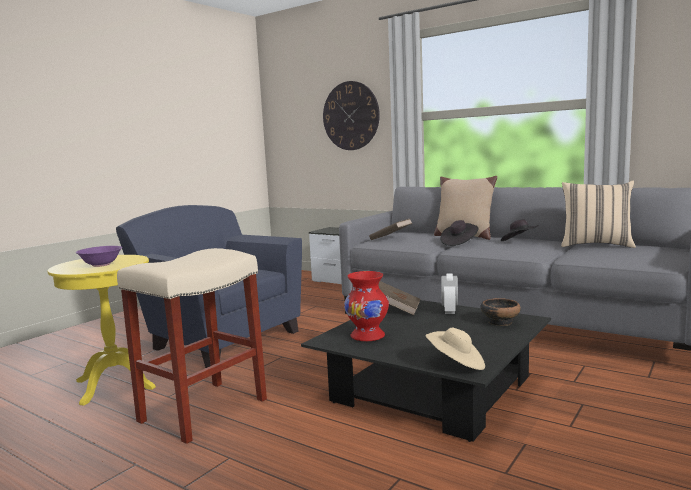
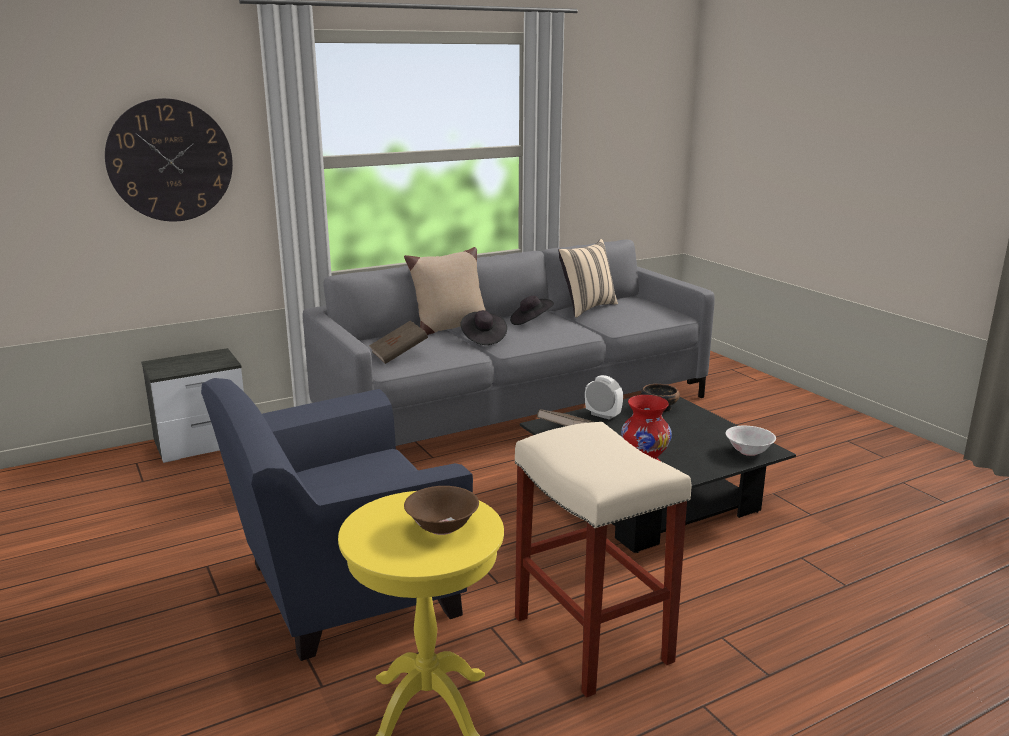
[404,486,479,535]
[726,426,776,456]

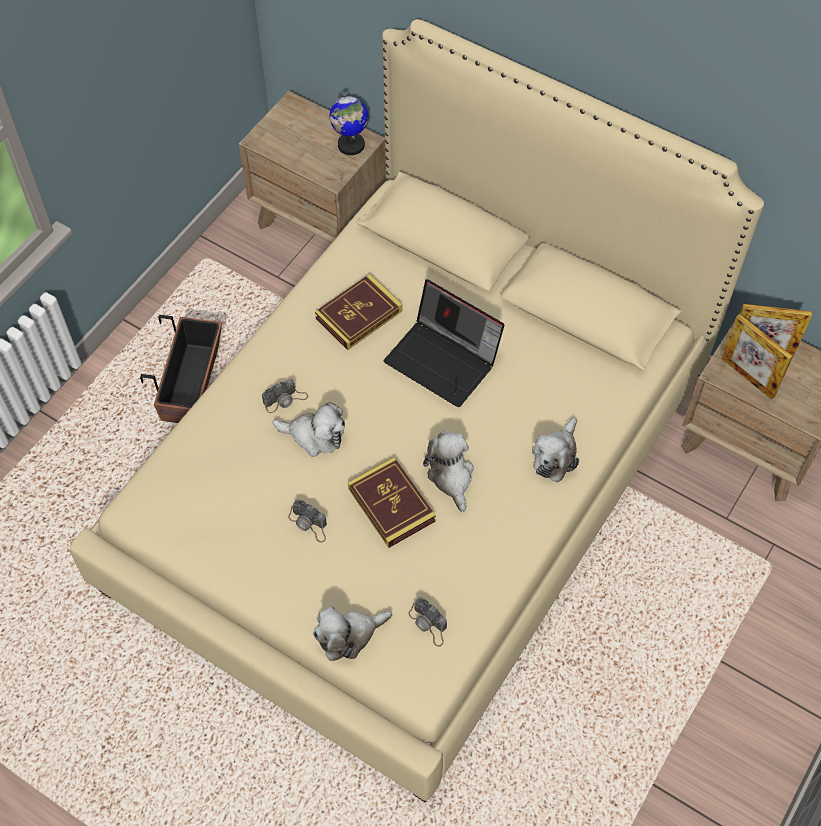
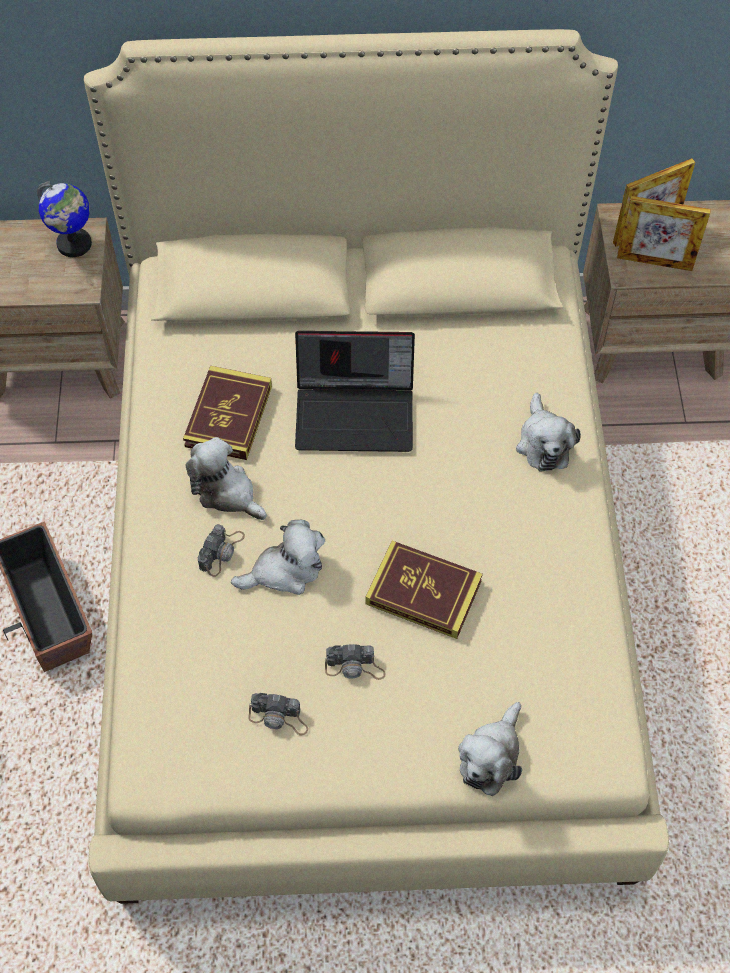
[185,437,267,520]
[248,693,308,735]

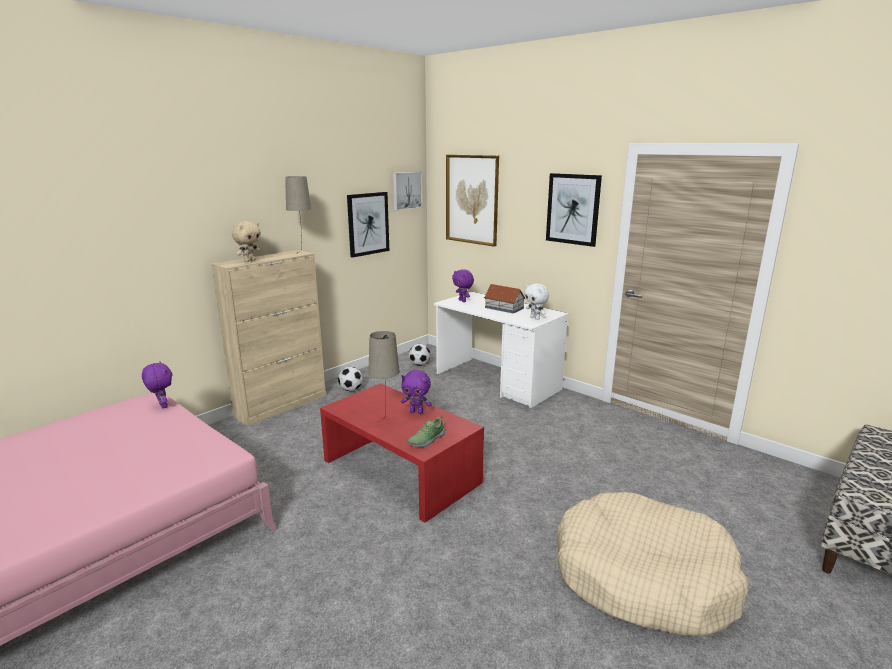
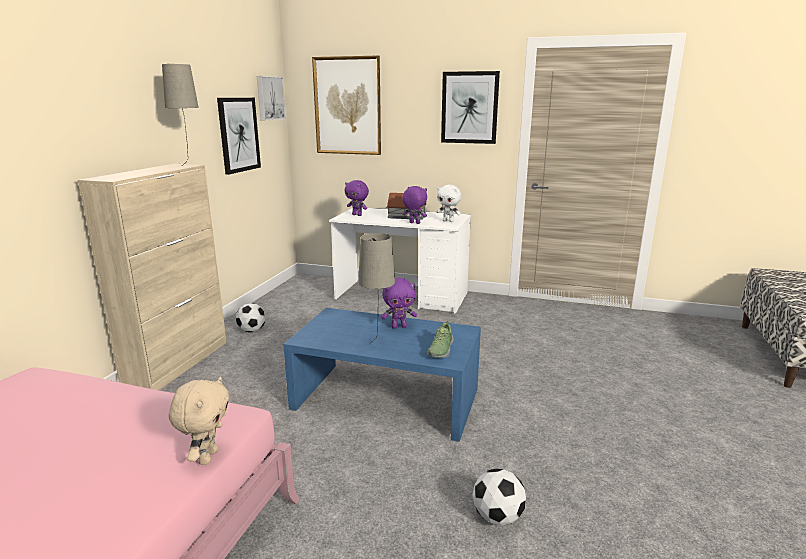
[169,377,229,465]
[283,308,481,442]
[402,186,427,224]
[473,469,526,526]
[557,492,748,637] (first image)

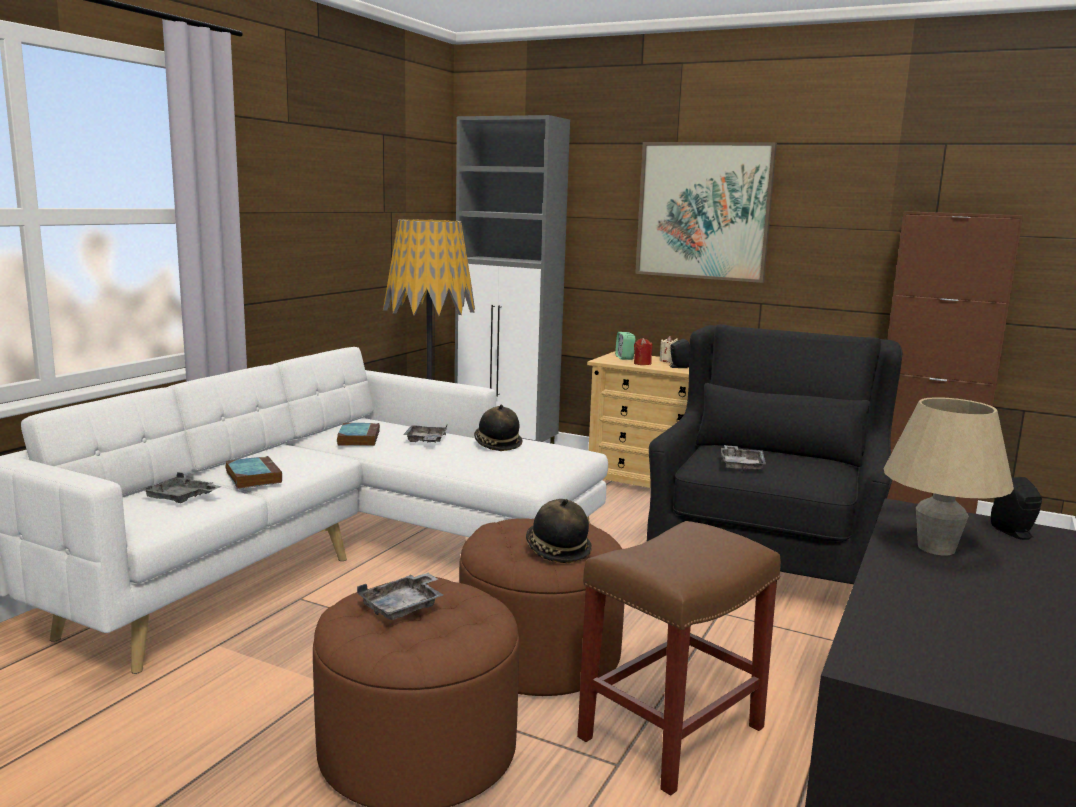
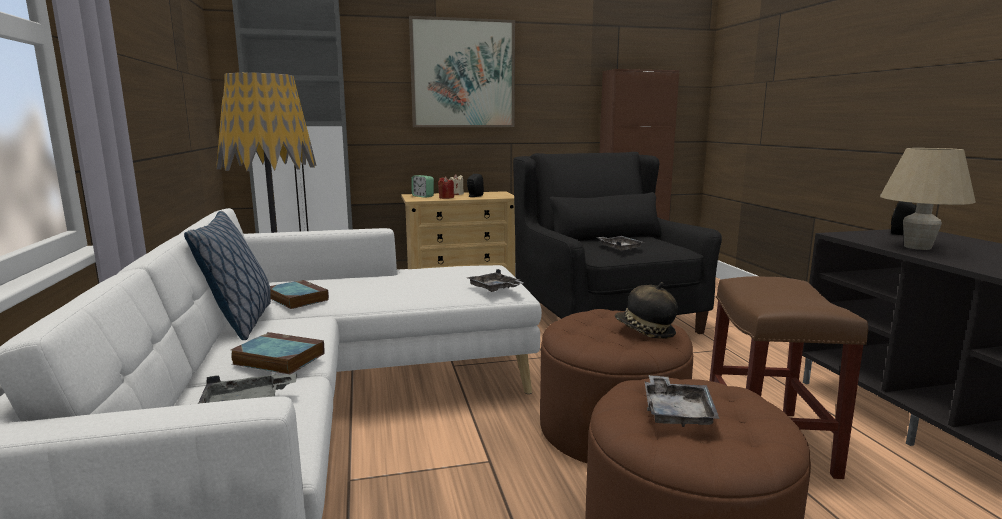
[184,211,271,340]
[467,269,524,292]
[474,405,523,451] (first image)

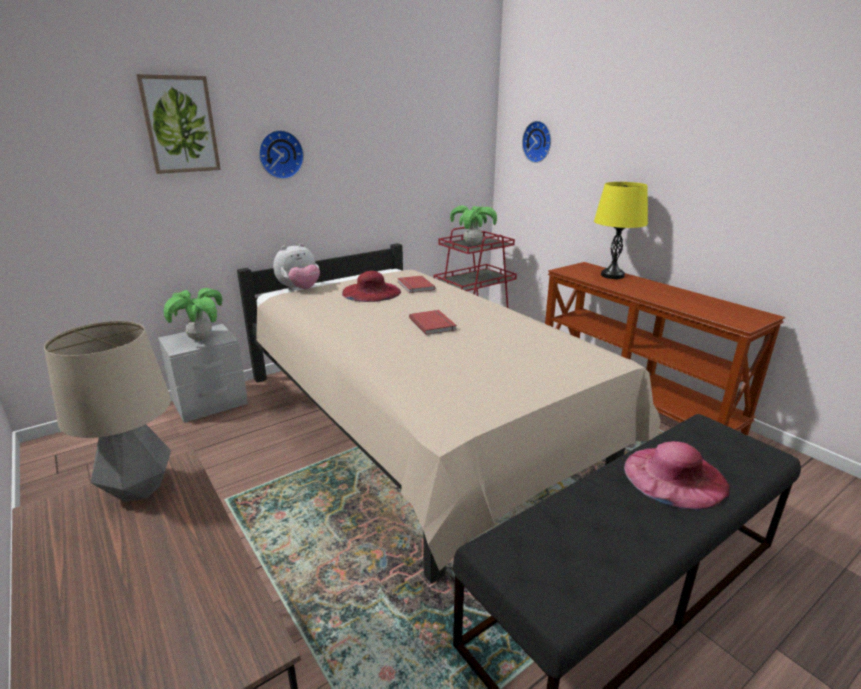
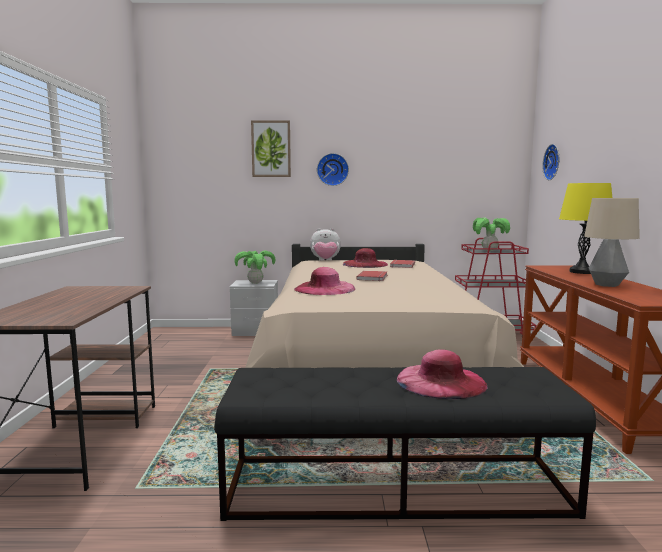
[294,267,355,295]
[584,198,640,287]

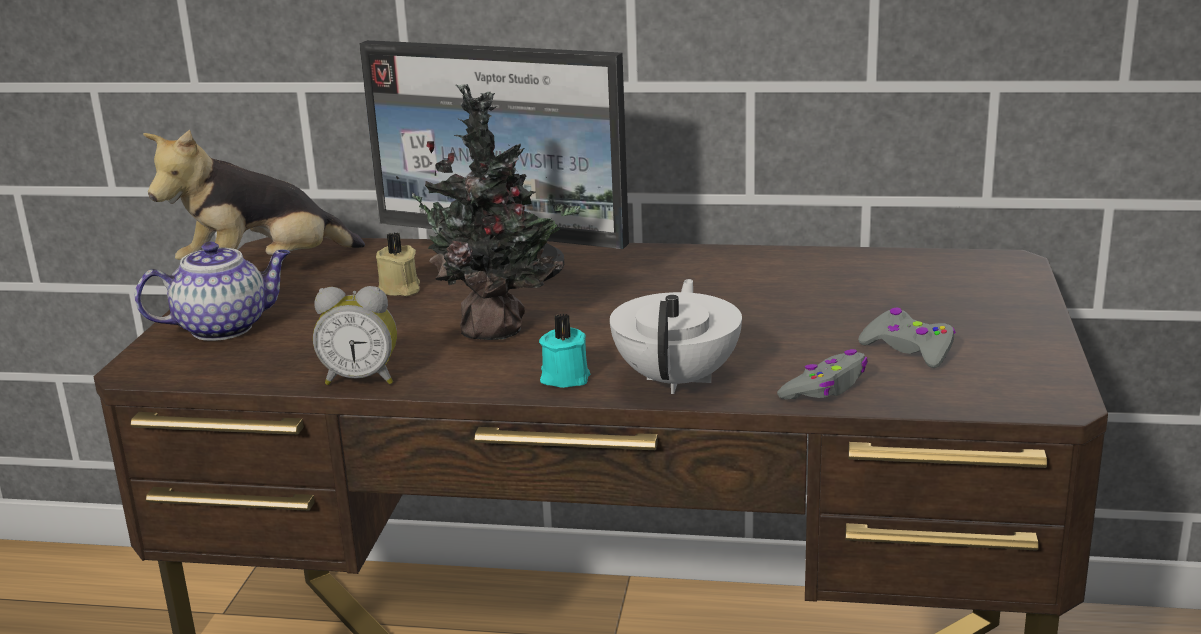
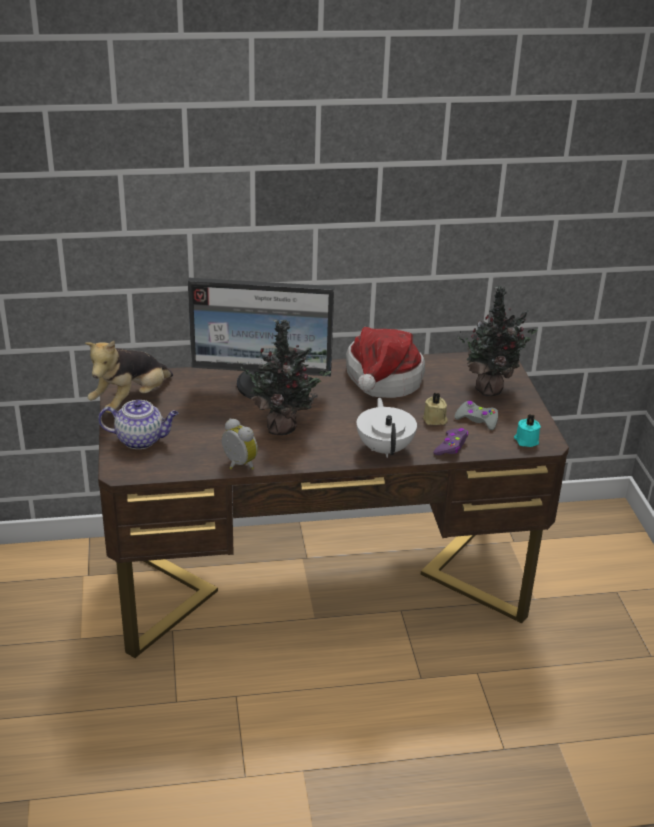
[98,400,178,449]
[222,418,258,470]
[346,327,425,398]
[423,392,448,425]
[434,428,468,455]
[457,286,538,396]
[514,414,541,447]

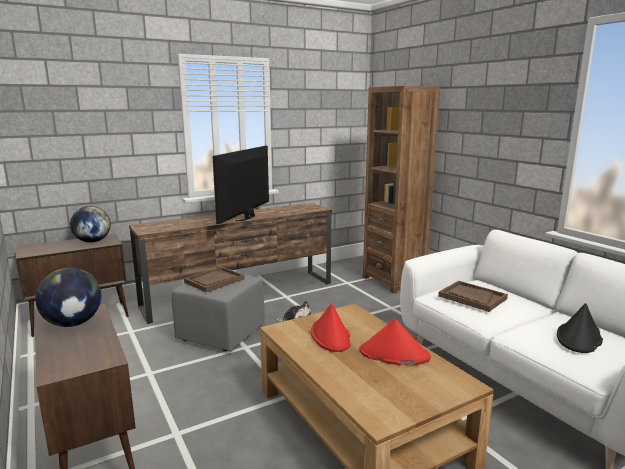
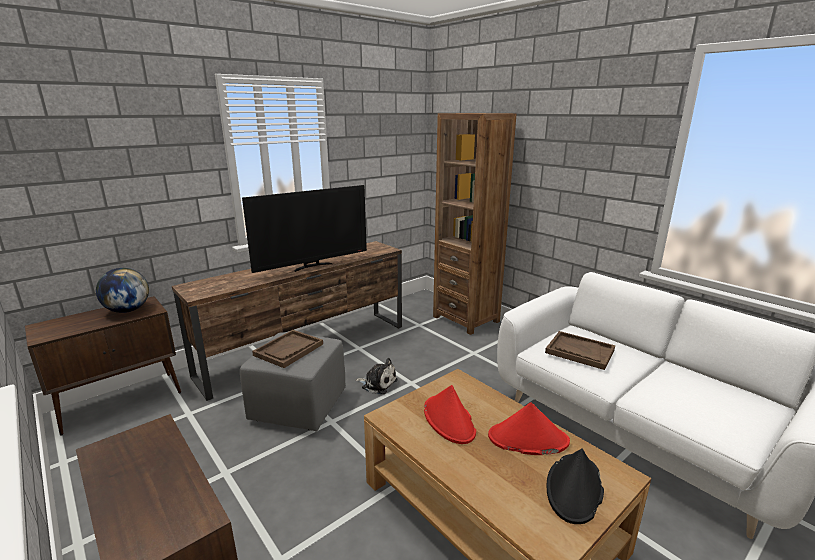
[242,185,367,273]
[547,448,604,524]
[35,268,101,327] (first image)

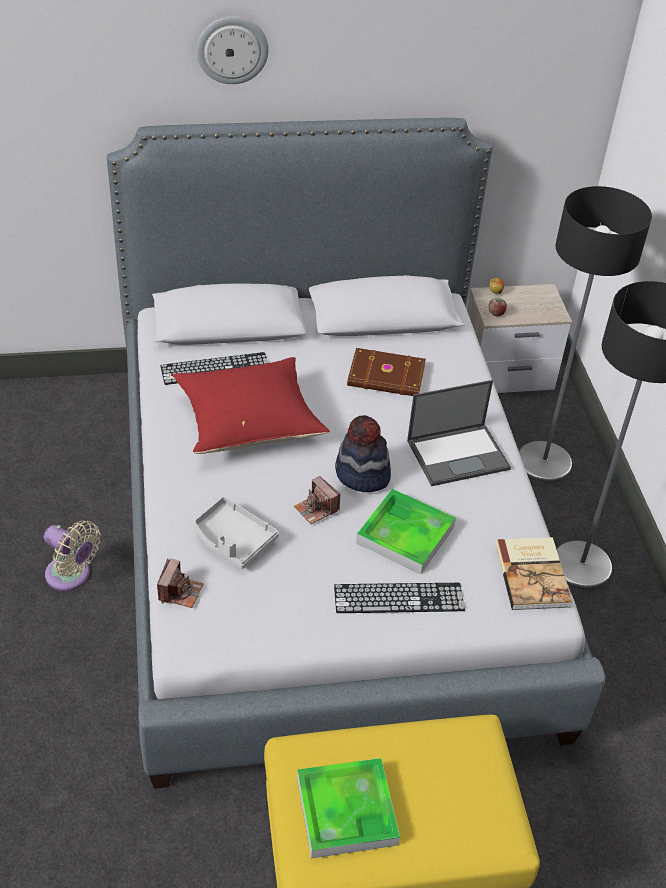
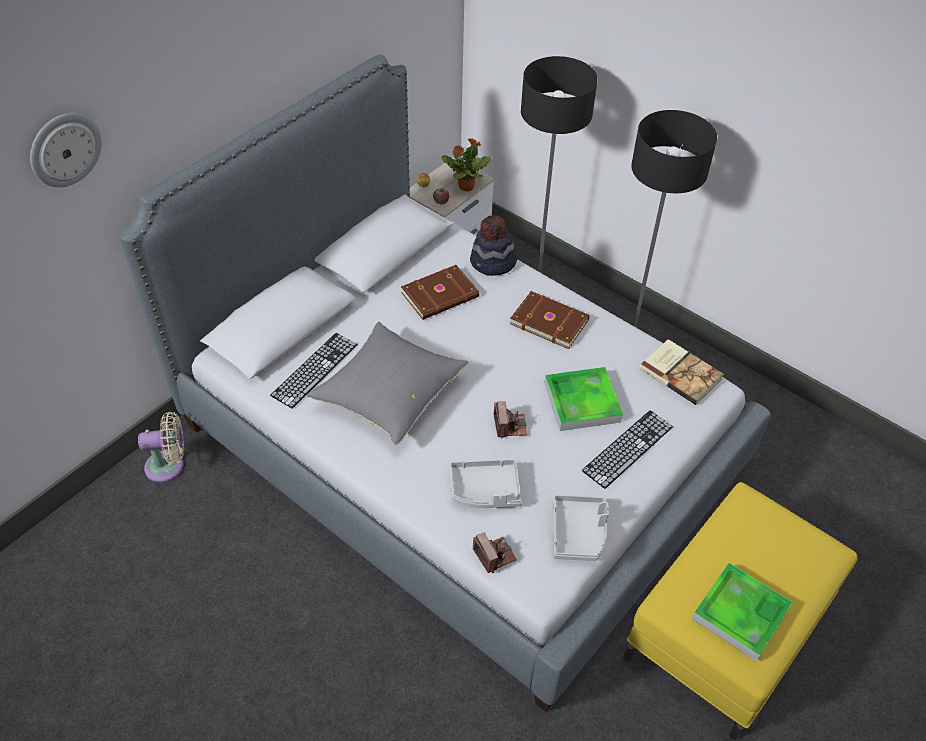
[30,113,102,187]
[138,412,184,483]
[307,322,468,445]
[442,138,492,192]
[470,215,517,276]
[494,401,527,439]
[510,291,590,349]
[553,495,609,561]

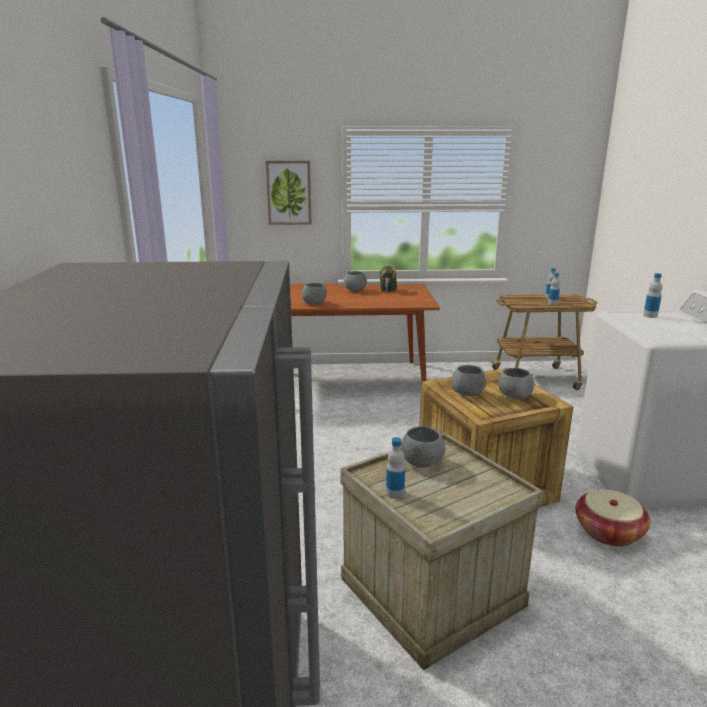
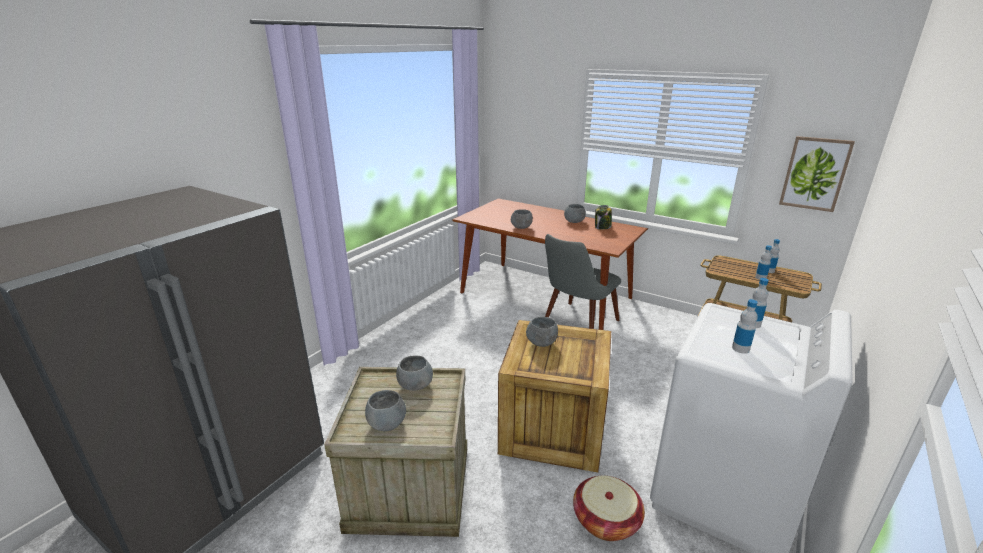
[365,390,406,431]
[545,234,621,329]
[732,299,758,354]
[779,136,855,212]

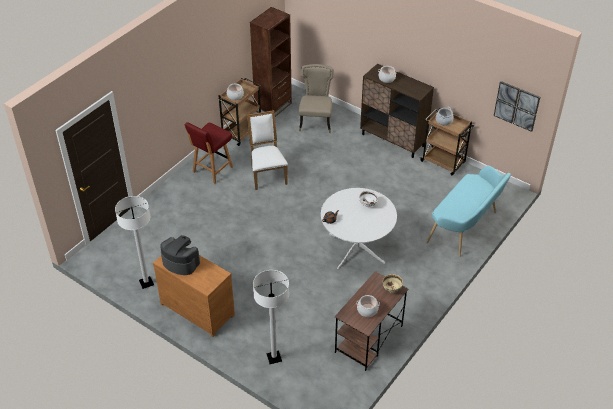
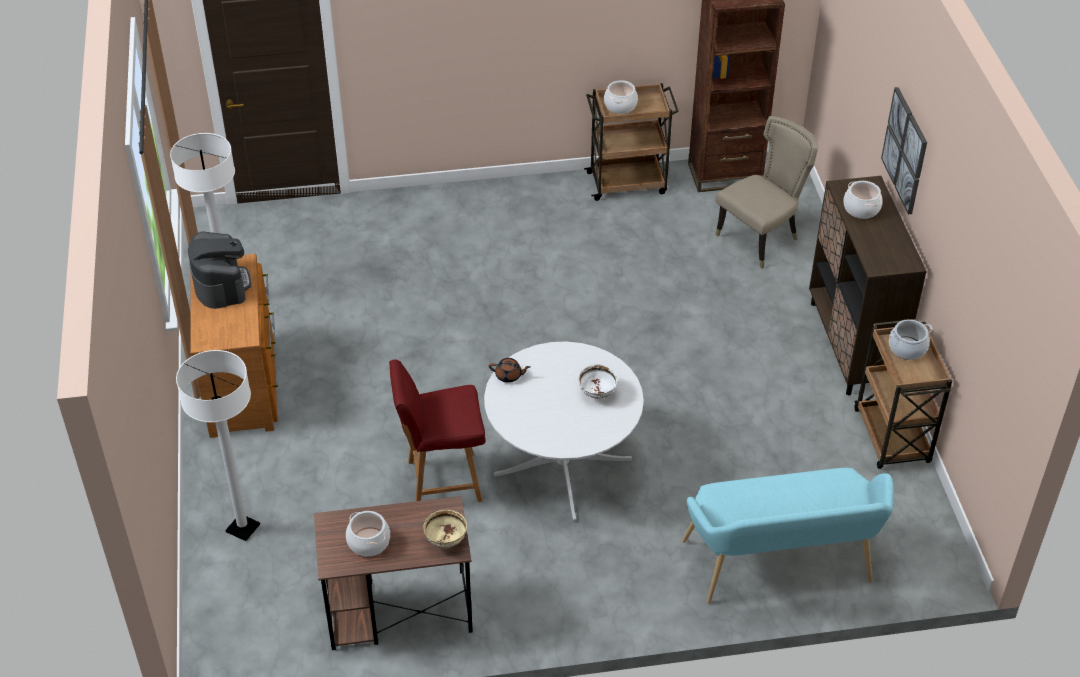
[389,359,485,502]
[881,87,927,214]
[247,110,288,190] (first image)

